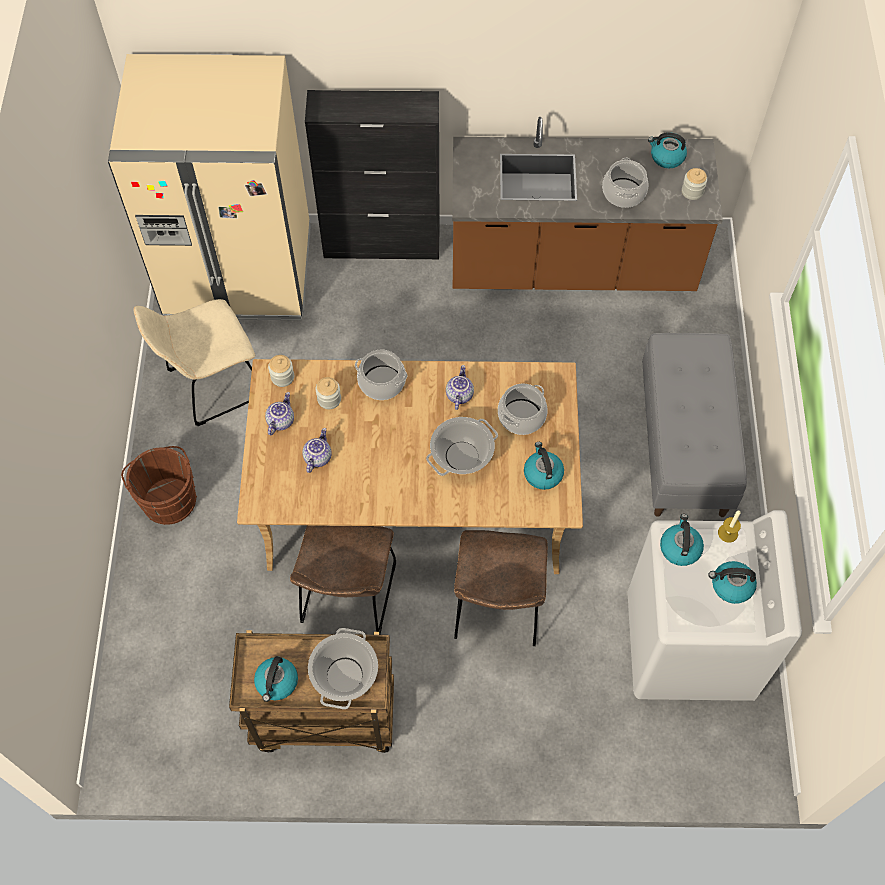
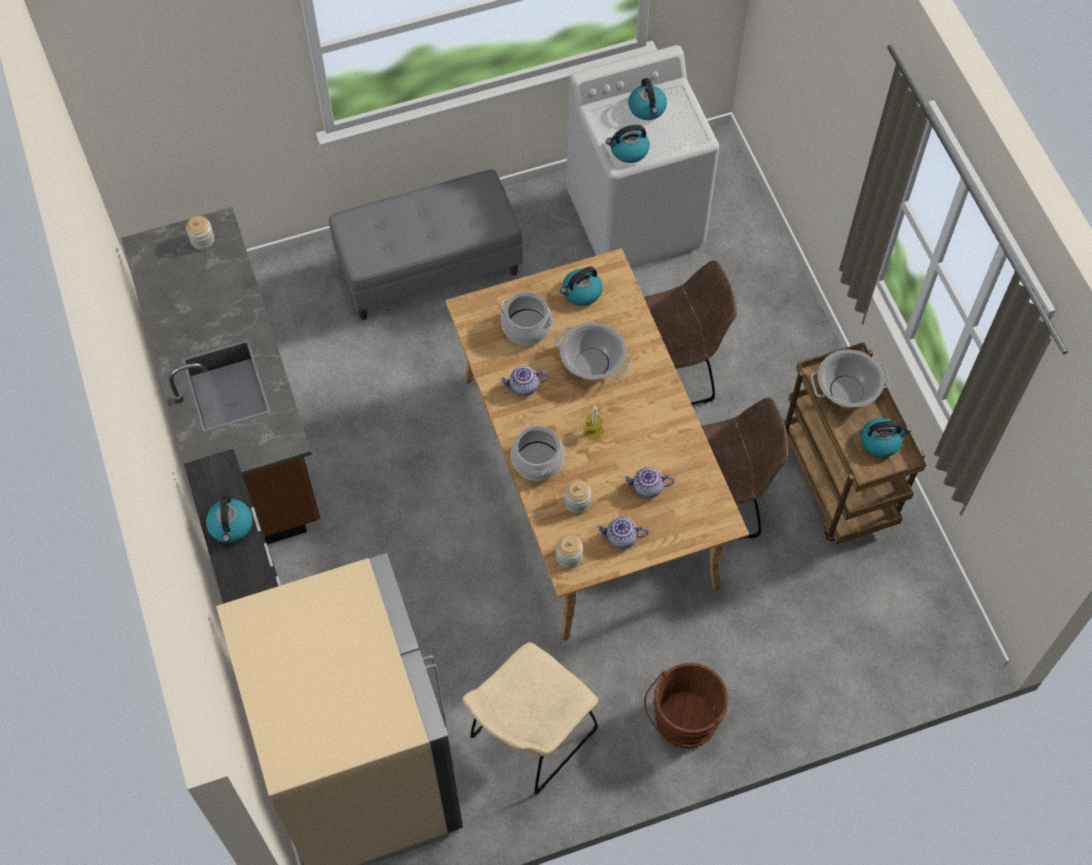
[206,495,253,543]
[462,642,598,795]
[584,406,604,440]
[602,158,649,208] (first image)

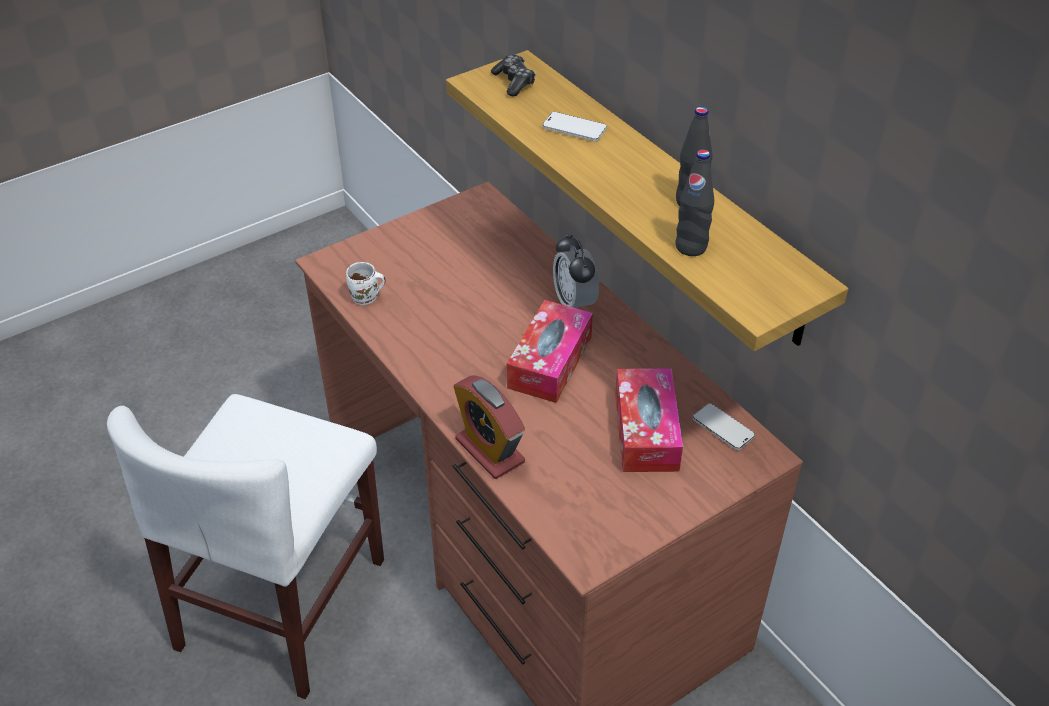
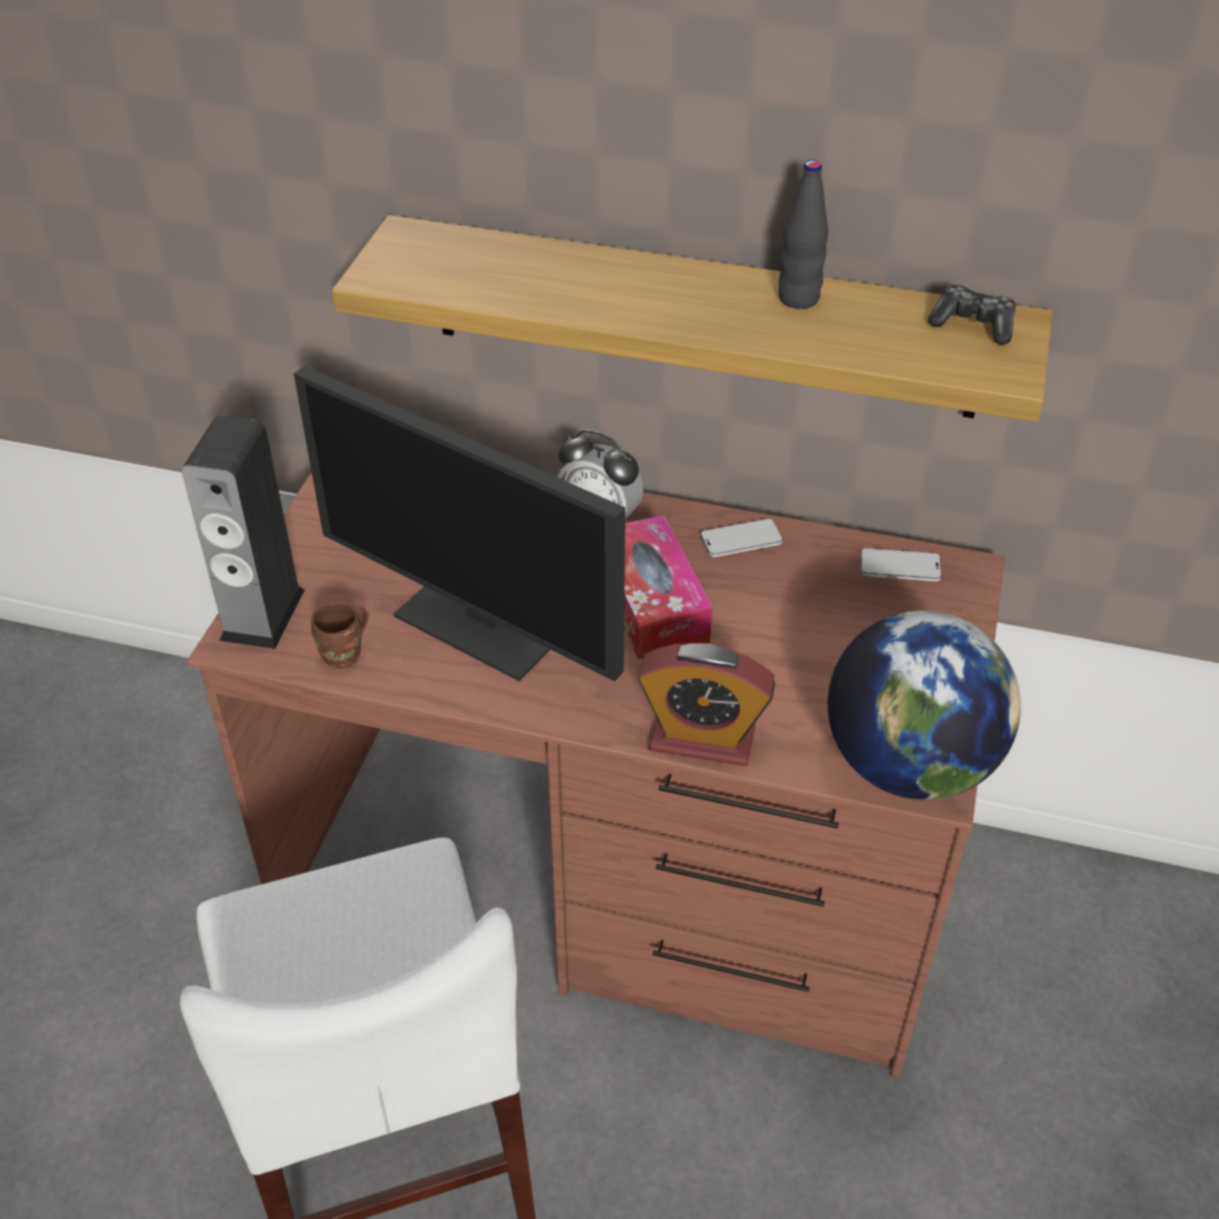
[182,415,305,649]
[294,366,625,681]
[311,601,368,668]
[700,518,783,557]
[828,611,1021,800]
[928,285,1016,345]
[615,368,683,472] (first image)
[676,150,714,256] (first image)

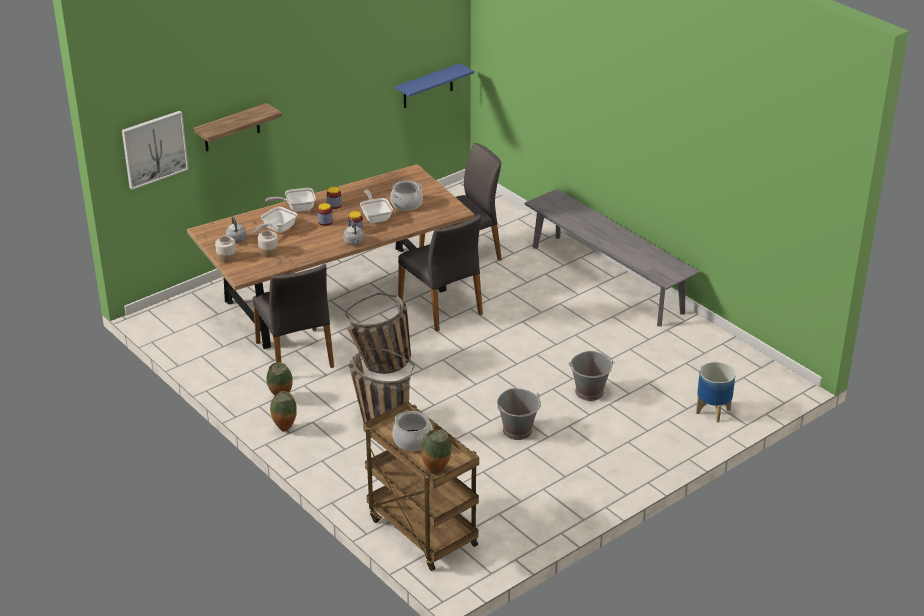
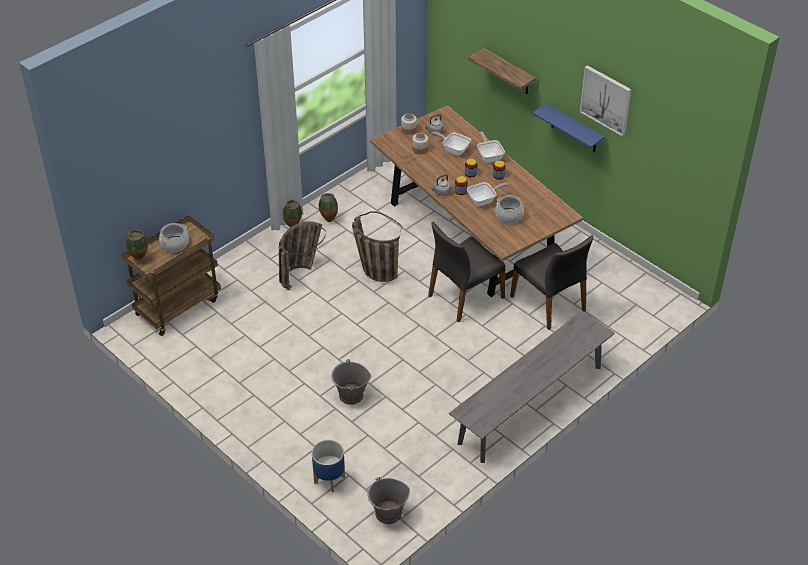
[368,477,410,524]
[533,103,605,153]
[580,65,631,136]
[253,264,334,368] (first image)

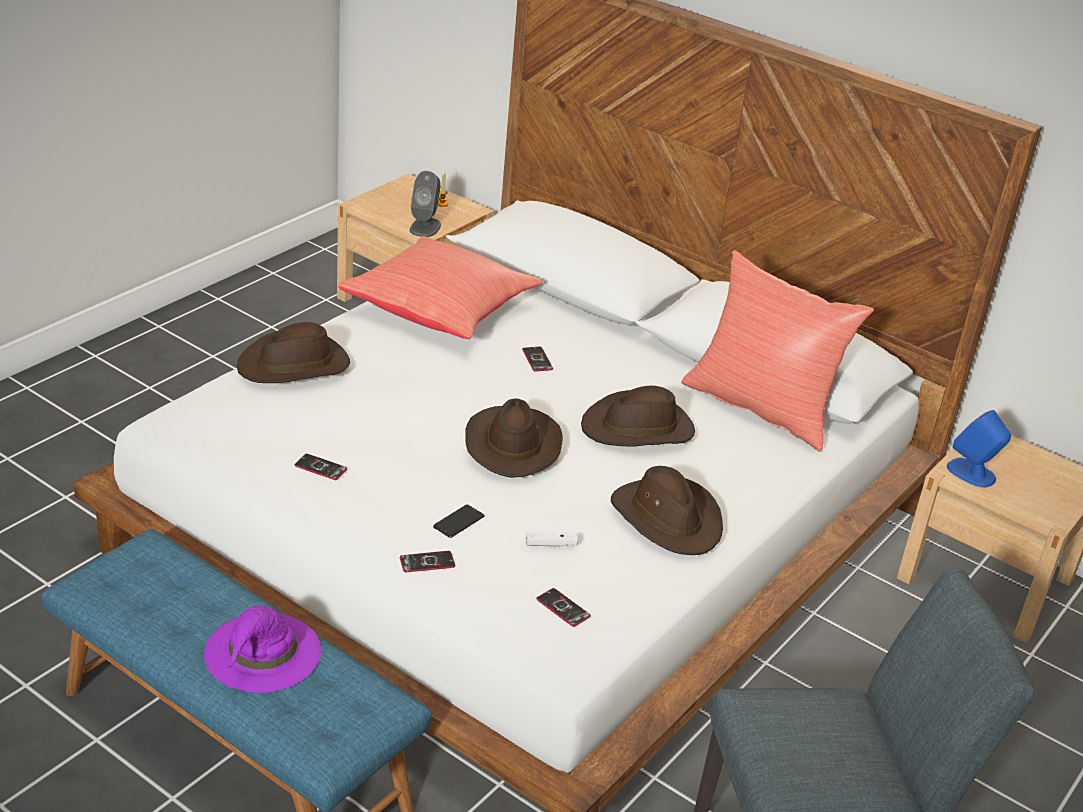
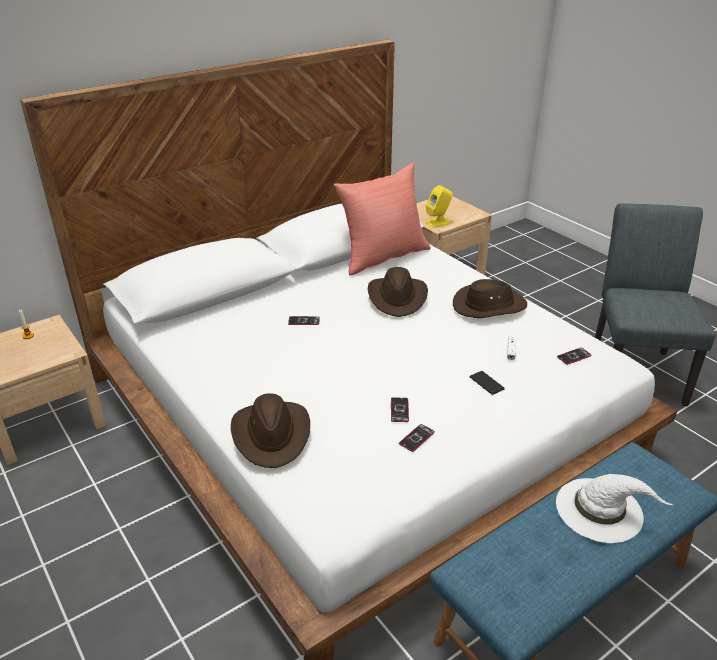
[391,397,409,422]
[426,185,453,227]
[556,474,673,543]
[338,236,543,339] (first image)
[410,171,441,237] (first image)
[465,398,563,478] (first image)

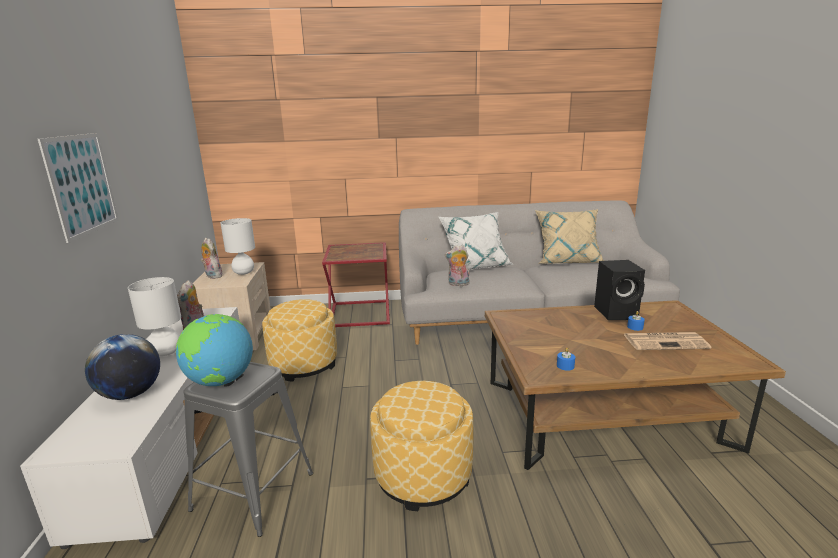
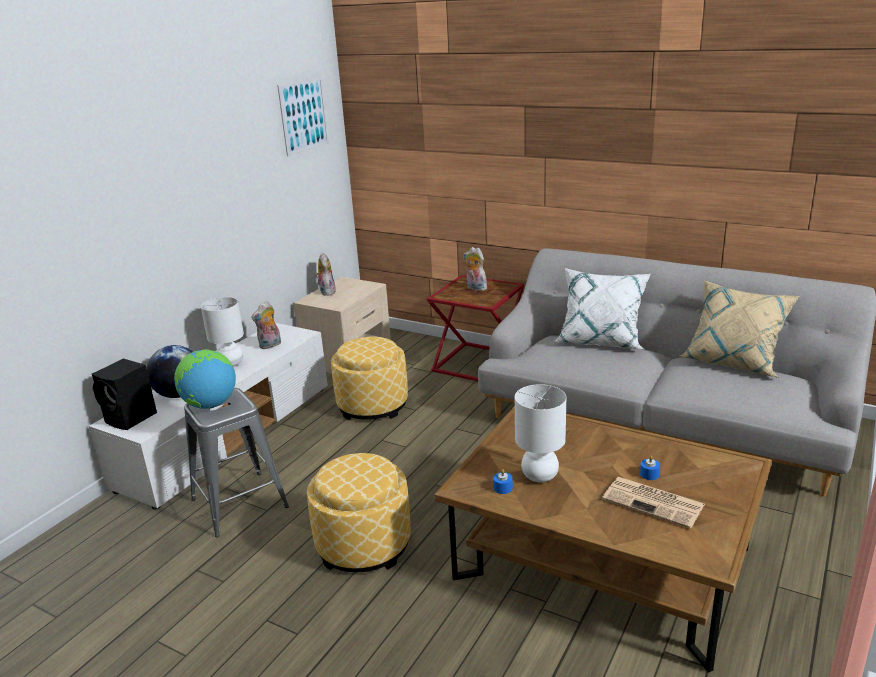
[92,359,157,430]
[277,77,329,156]
[463,247,487,291]
[515,384,566,482]

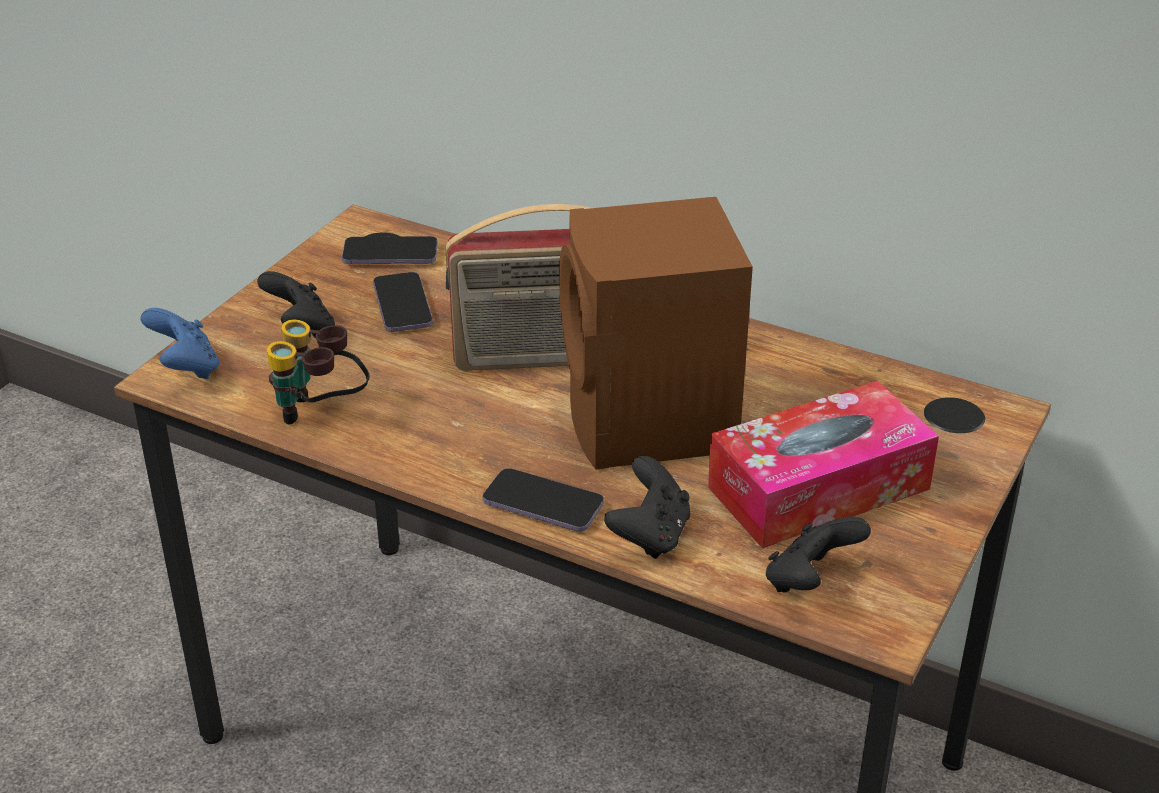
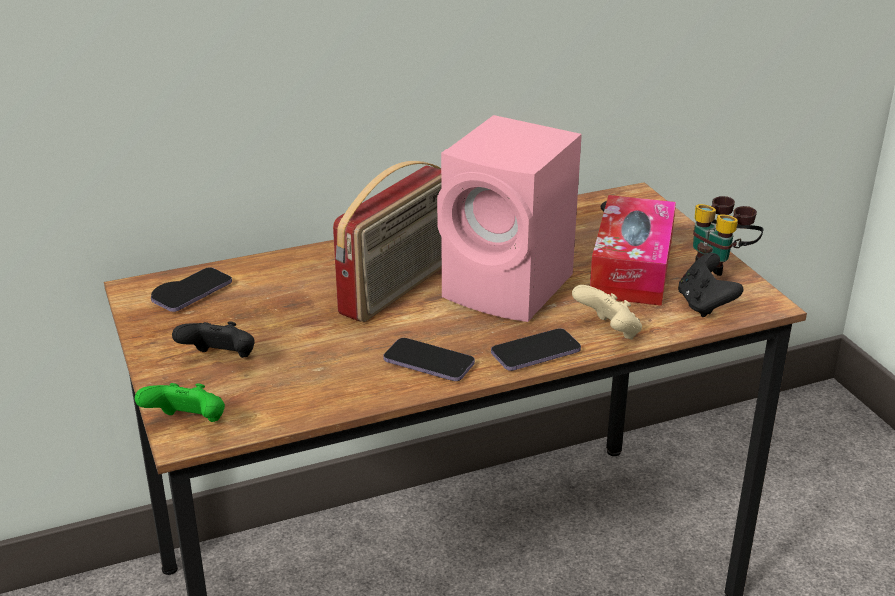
[135,383,225,422]
[383,338,475,381]
[437,115,582,322]
[572,285,642,340]
[693,196,763,276]

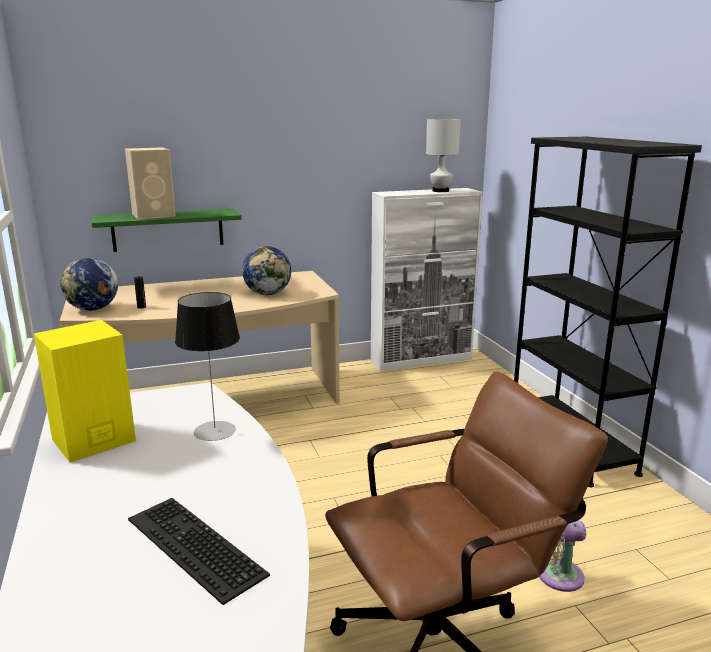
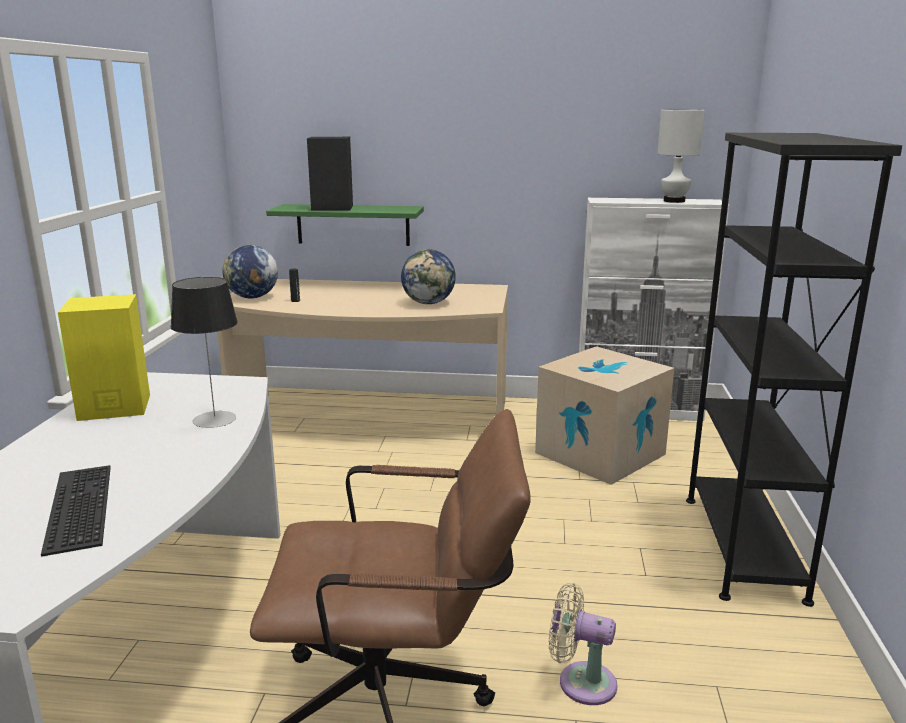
[307,137,353,211]
[535,346,674,485]

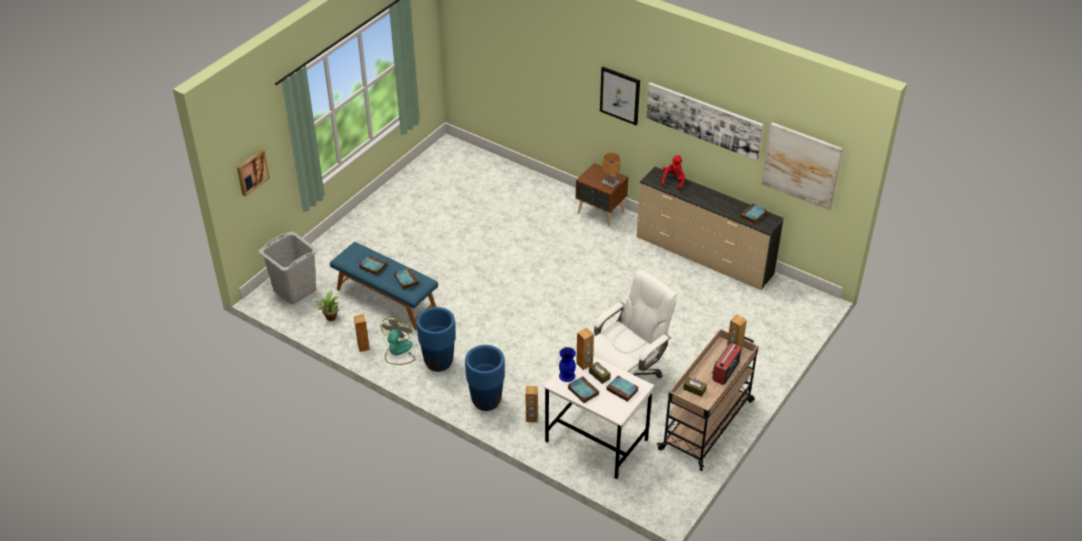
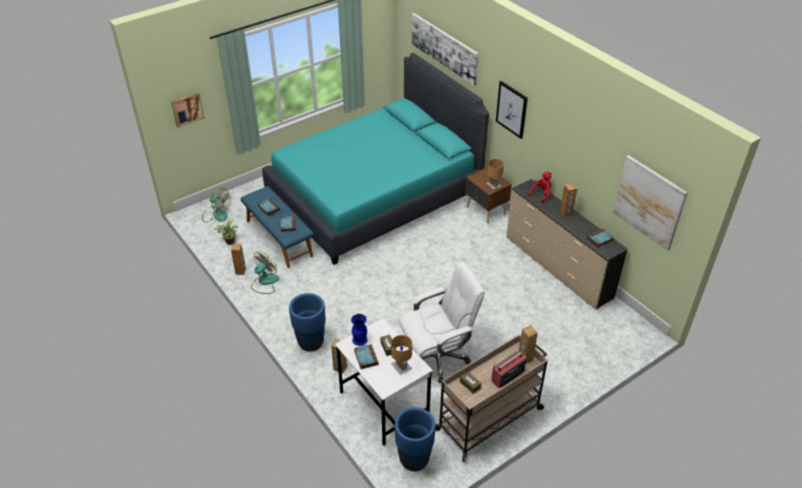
[202,187,231,222]
[262,53,489,265]
[391,335,412,375]
[395,407,436,471]
[412,13,479,86]
[560,183,577,218]

